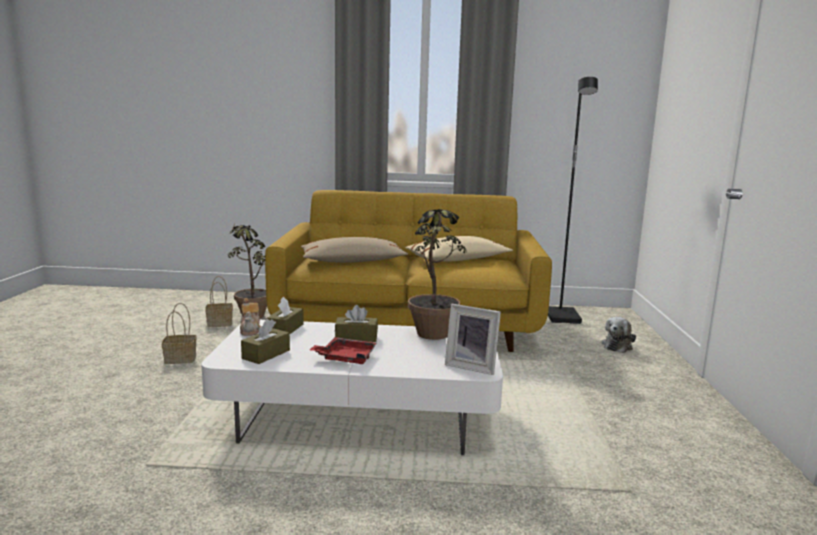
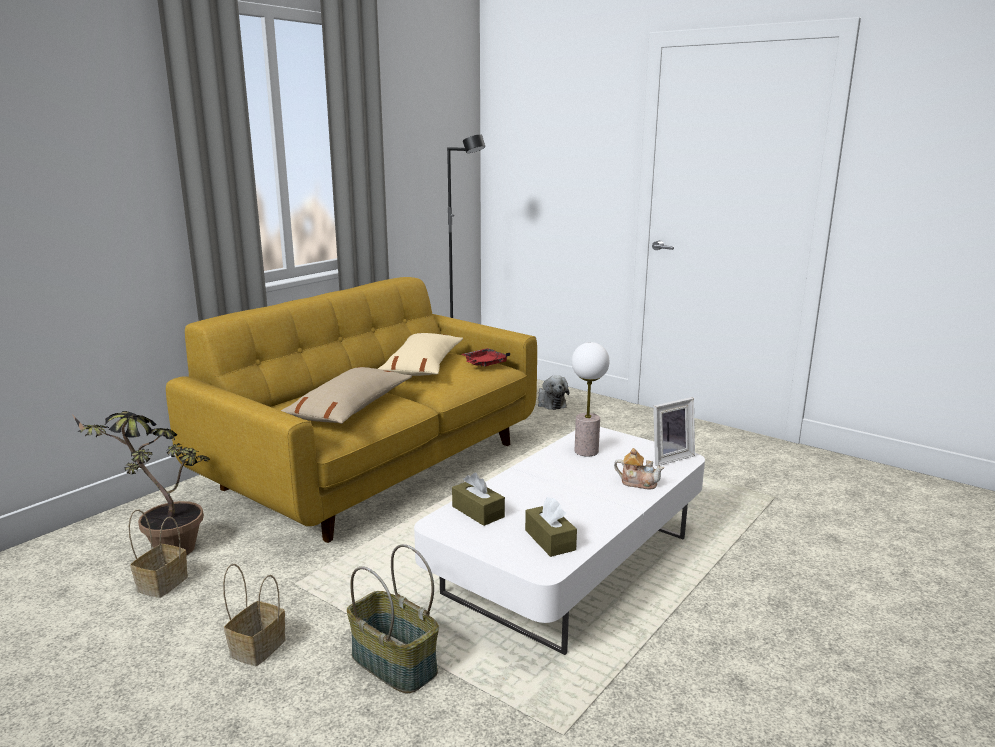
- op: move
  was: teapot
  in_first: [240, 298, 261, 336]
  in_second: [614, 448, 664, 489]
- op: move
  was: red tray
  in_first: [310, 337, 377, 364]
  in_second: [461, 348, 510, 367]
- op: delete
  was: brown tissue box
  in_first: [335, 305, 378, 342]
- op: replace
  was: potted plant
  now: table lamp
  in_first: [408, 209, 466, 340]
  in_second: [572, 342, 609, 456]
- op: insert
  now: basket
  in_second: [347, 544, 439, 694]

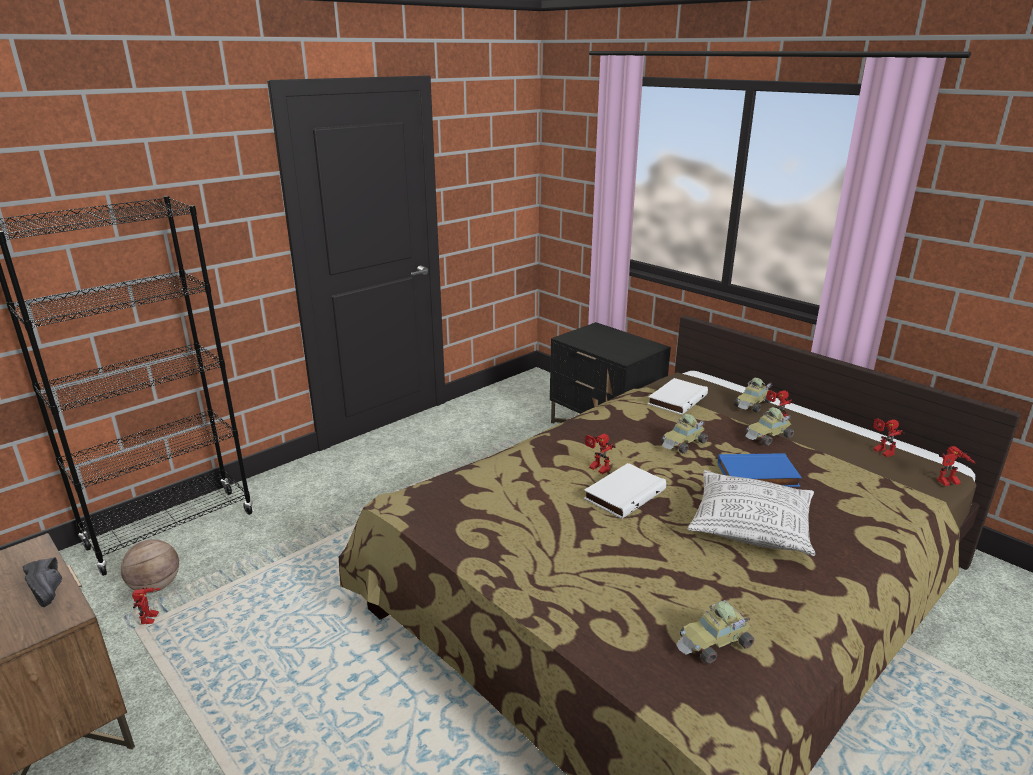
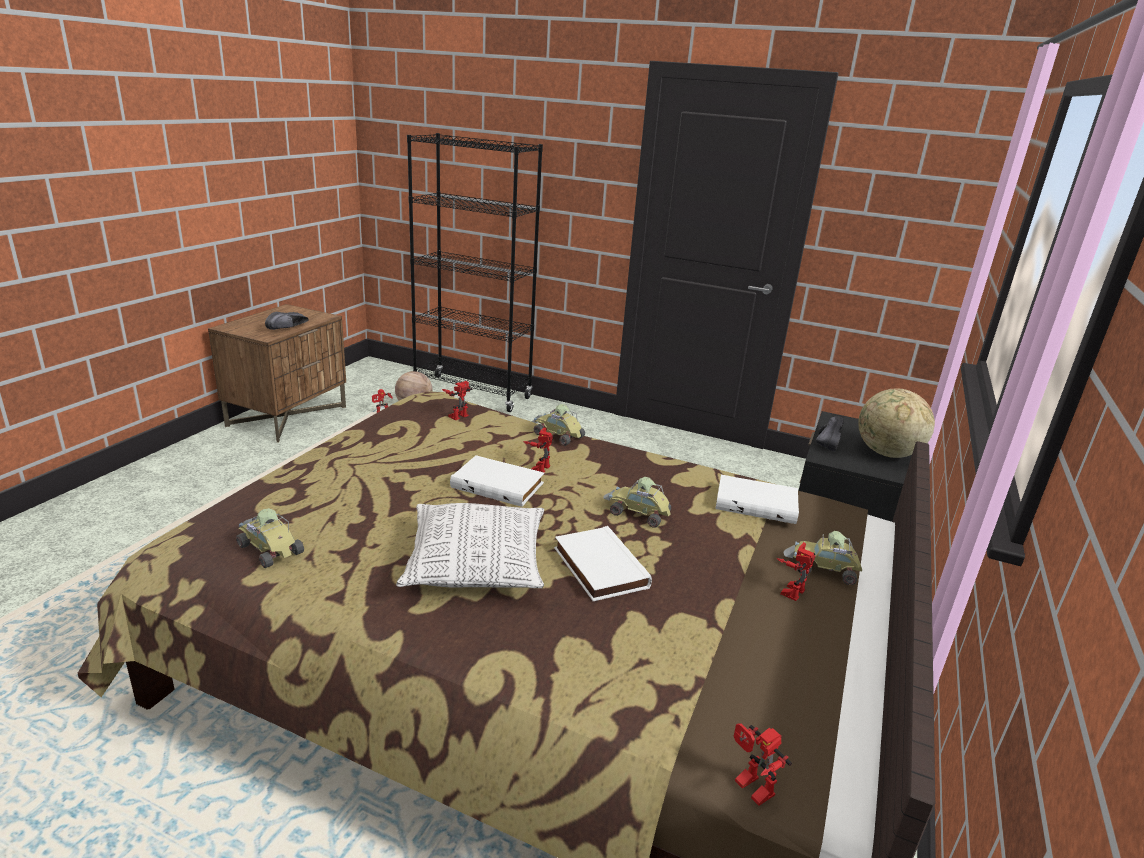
- op: recolor
  was: blue book
  now: white book
  in_first: [718, 454, 802, 487]
  in_second: [554, 526, 652, 601]
- op: move
  was: toy car
  in_first: [745, 407, 794, 446]
  in_second: [531, 404, 585, 446]
- op: move
  was: toy robot
  in_first: [873, 418, 904, 457]
  in_second: [442, 381, 473, 420]
- op: insert
  now: black shoe
  in_second: [815, 416, 844, 452]
- op: insert
  now: globe
  in_second: [858, 388, 935, 458]

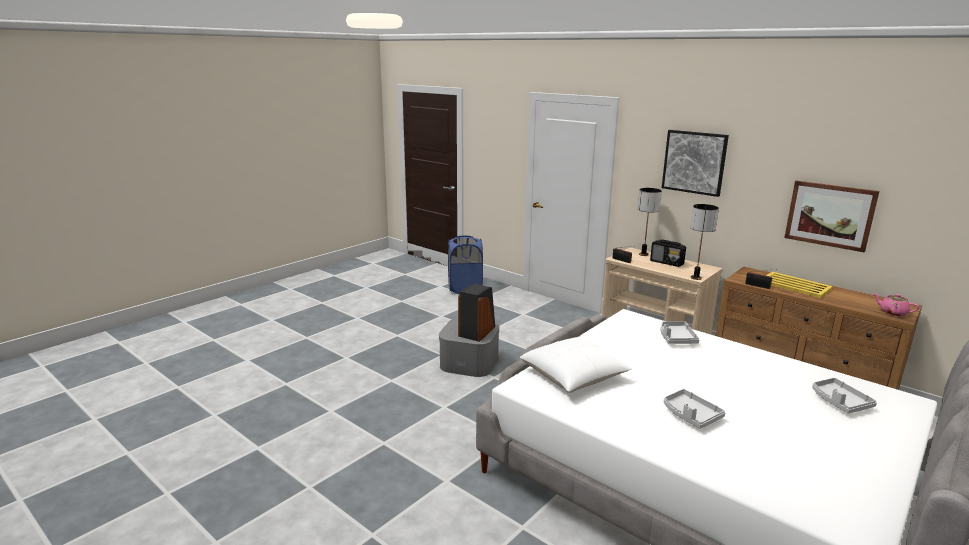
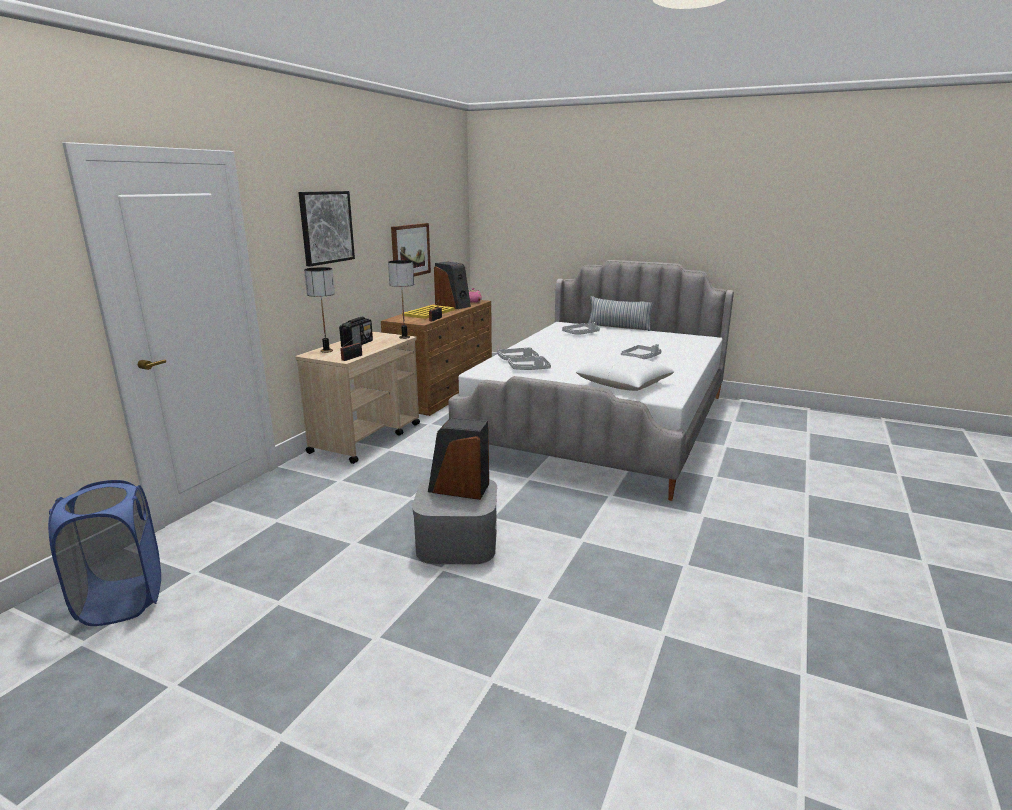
- op: insert
  now: speaker
  in_second: [434, 262, 471, 309]
- op: insert
  now: grey tray
  in_second: [508, 356, 551, 370]
- op: insert
  now: pillow
  in_second: [588, 296, 654, 331]

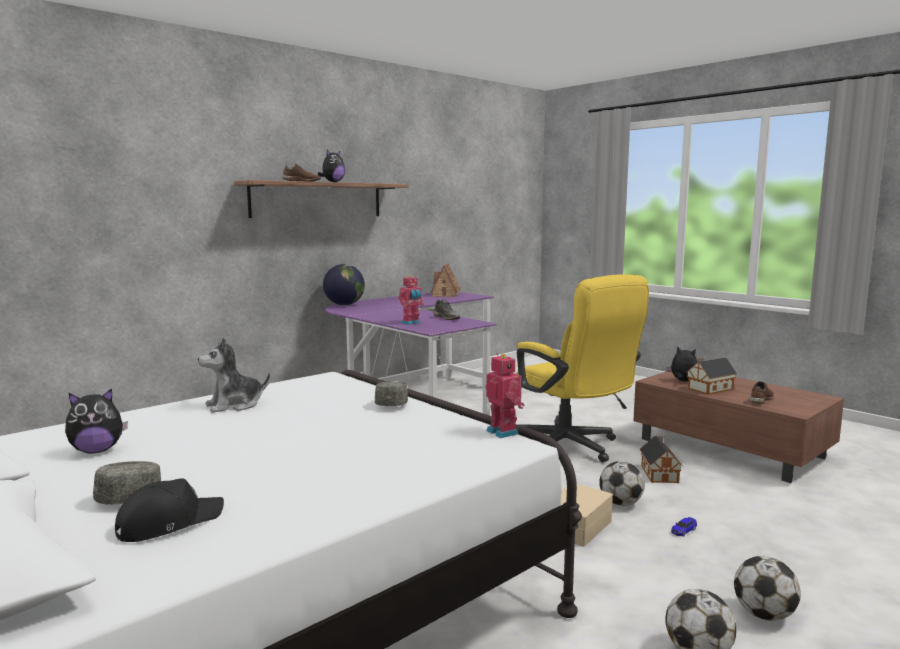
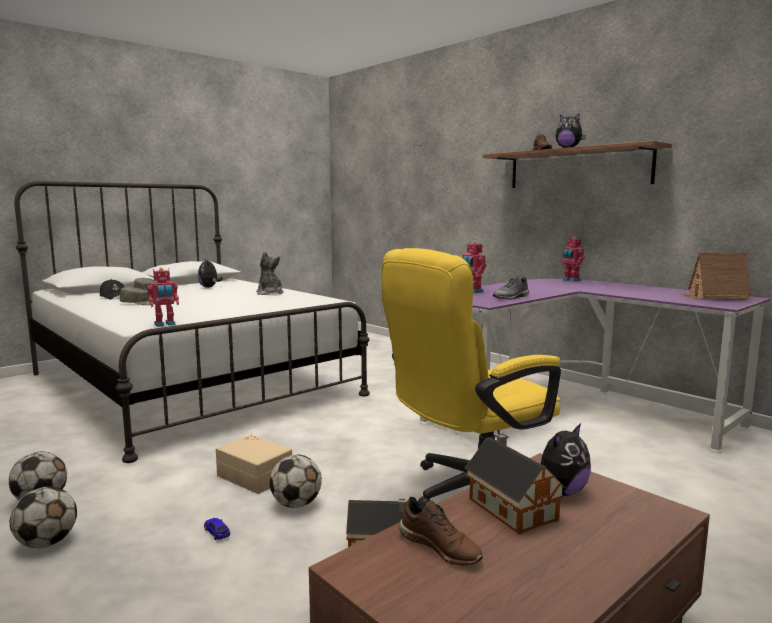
- op: replace
  was: globe
  now: toy robot
  in_first: [323, 264, 365, 305]
  in_second: [560, 236, 585, 282]
- op: move
  was: grey cap
  in_first: [375, 381, 408, 406]
  in_second: [120, 287, 154, 305]

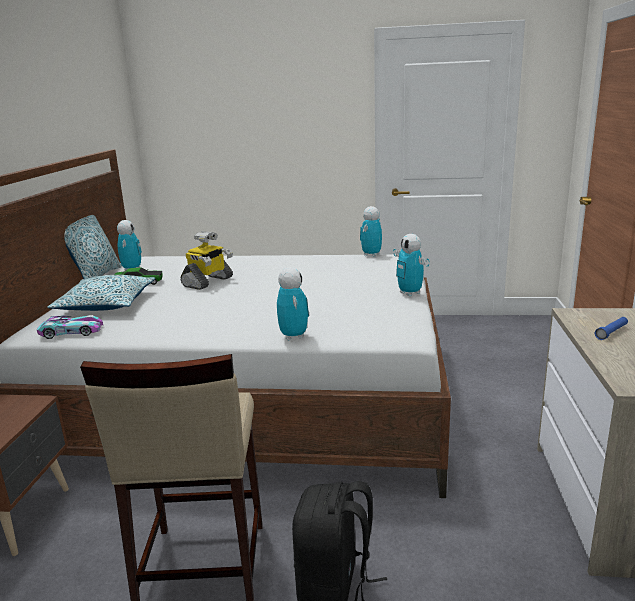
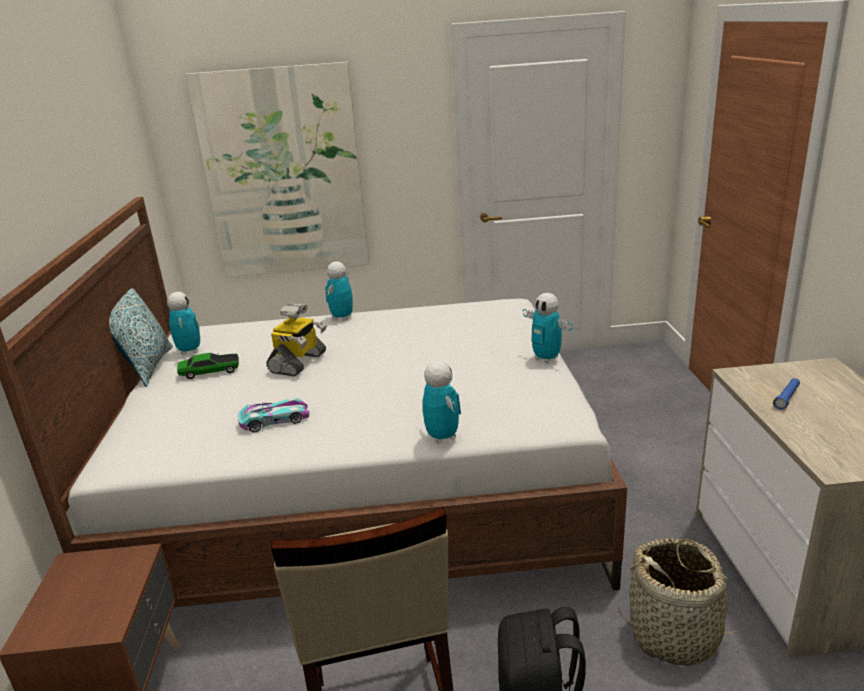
- op: move
  was: toy car
  in_first: [37, 315, 103, 339]
  in_second: [238, 398, 310, 433]
- op: delete
  was: pillow
  in_first: [48, 275, 155, 311]
- op: move
  was: toy robot
  in_first: [360, 206, 382, 257]
  in_second: [325, 261, 353, 321]
- op: insert
  now: picture
  in_second: [185, 62, 369, 277]
- op: insert
  now: basket
  in_second: [618, 538, 752, 666]

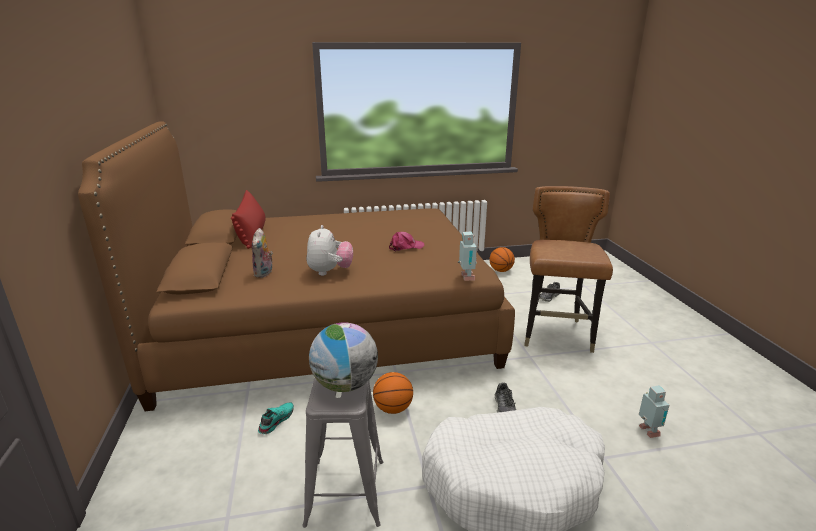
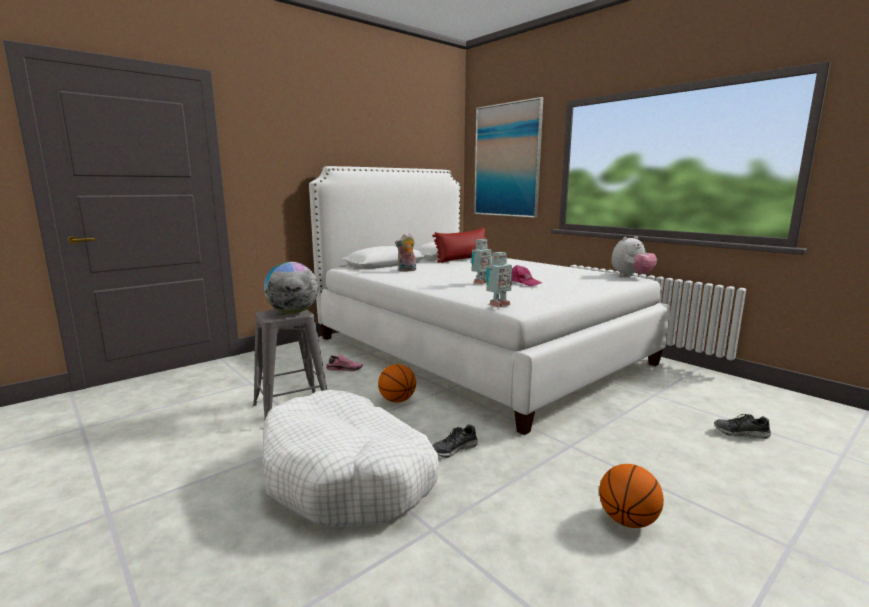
- op: recolor
  was: brown bed
  now: white bed
  in_first: [78, 121, 515, 411]
  in_second: [309, 166, 670, 435]
- op: recolor
  was: turquoise shoe
  now: pink shoe
  in_first: [258, 402, 294, 434]
  in_second: [326, 354, 363, 371]
- op: move
  was: plush toy
  in_first: [307, 225, 353, 276]
  in_second: [611, 236, 657, 277]
- op: move
  was: basketball
  in_first: [489, 247, 515, 272]
  in_second: [599, 464, 664, 528]
- op: delete
  was: brown chair
  in_first: [524, 186, 613, 353]
- op: move
  was: toy robot
  in_first: [639, 385, 669, 438]
  in_second: [471, 239, 492, 284]
- op: insert
  now: picture
  in_second: [474, 97, 543, 218]

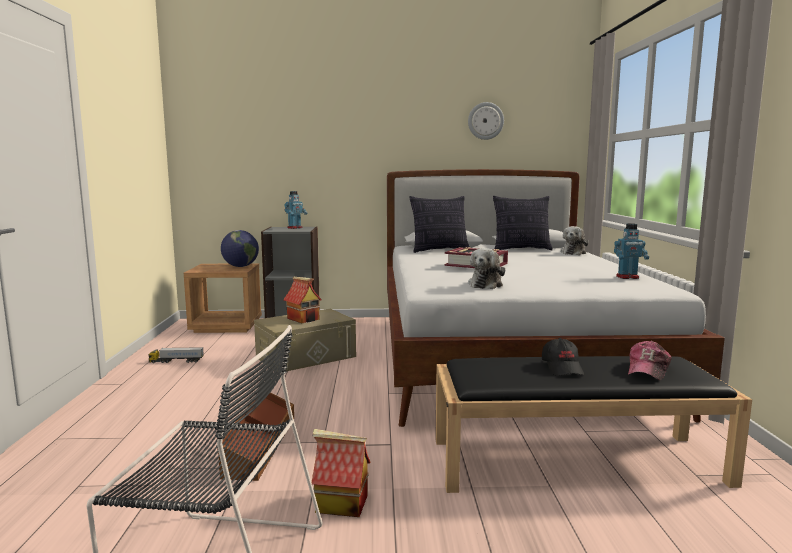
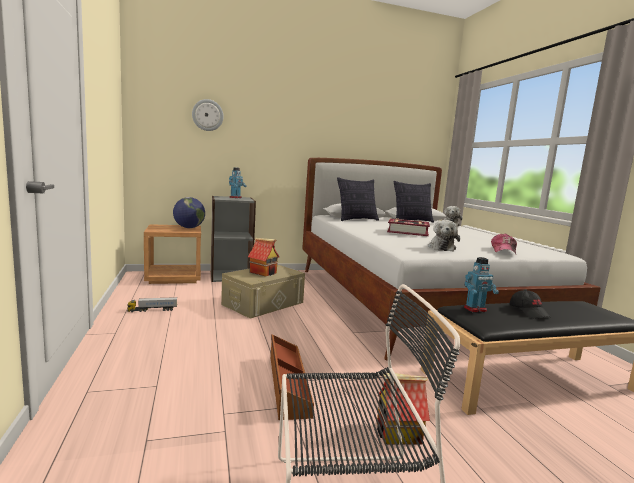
- op: move
  was: wall clock
  in_first: [468, 102, 504, 140]
  in_second: [192, 99, 224, 131]
- op: move
  was: toy robot
  in_first: [614, 224, 649, 279]
  in_second: [464, 257, 499, 313]
- op: move
  was: cap
  in_first: [628, 341, 672, 381]
  in_second: [491, 233, 517, 254]

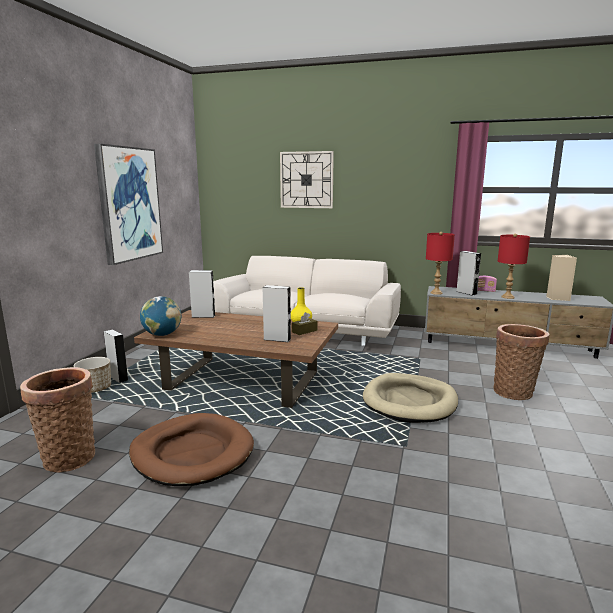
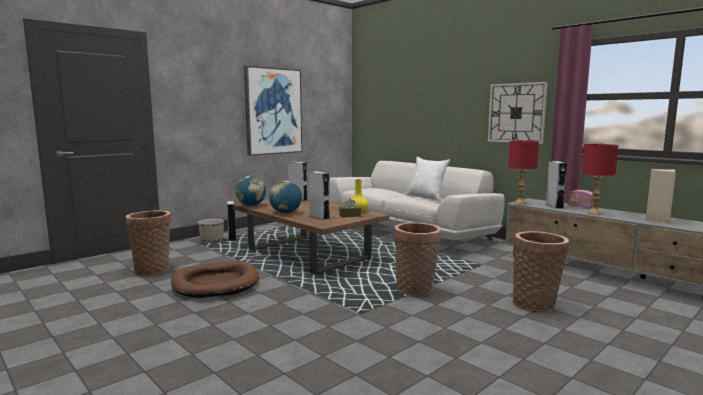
- op: move
  was: wall clock
  in_first: [280, 151, 334, 208]
  in_second: [488, 82, 548, 144]
- op: replace
  was: beige dog bed
  now: basket
  in_first: [363, 373, 458, 423]
  in_second: [394, 222, 441, 296]
- op: insert
  now: globe
  in_second: [269, 181, 302, 213]
- op: insert
  now: white pillow
  in_second: [406, 157, 450, 201]

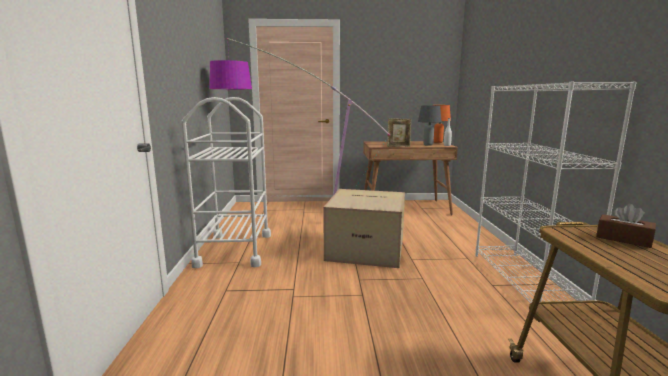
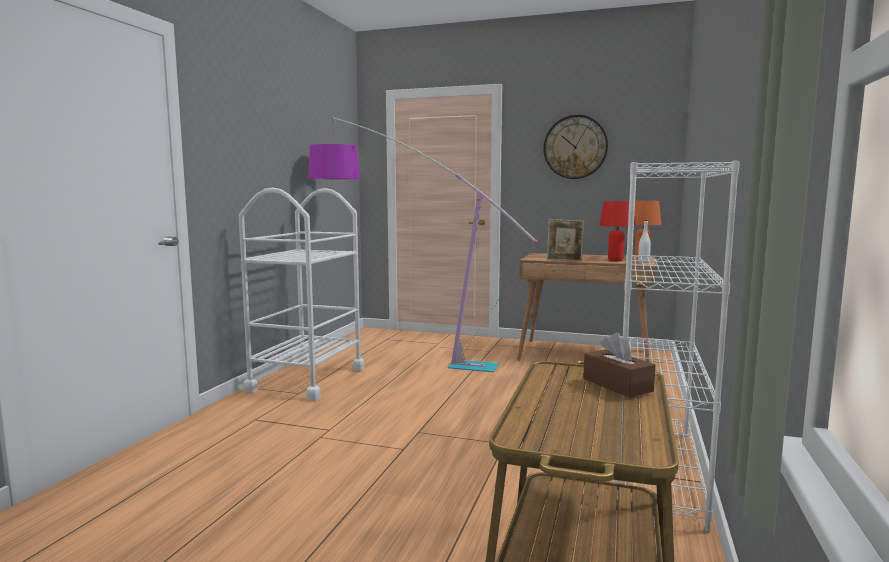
- op: delete
  was: cardboard box
  in_first: [323, 189, 405, 268]
- op: recolor
  was: grey table lamp
  now: red table lamp
  in_first: [418, 105, 442, 146]
  in_second: [599, 201, 635, 261]
- op: insert
  now: wall clock
  in_second: [544, 115, 608, 179]

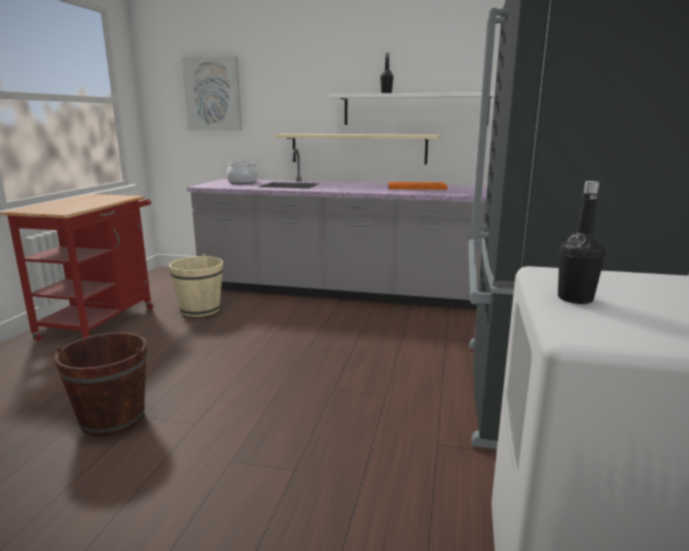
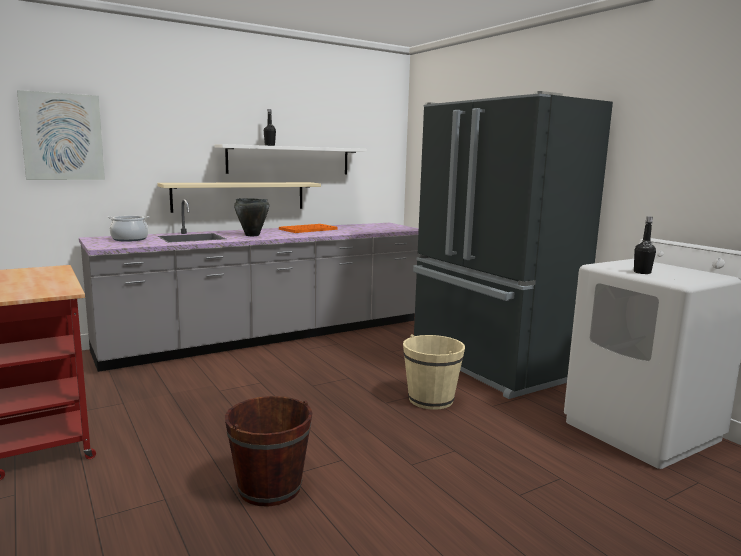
- op: move
  was: beige bucket
  in_first: [169, 254, 223, 317]
  in_second: [403, 334, 465, 410]
- op: insert
  now: black cooking pot
  in_second: [234, 198, 269, 236]

